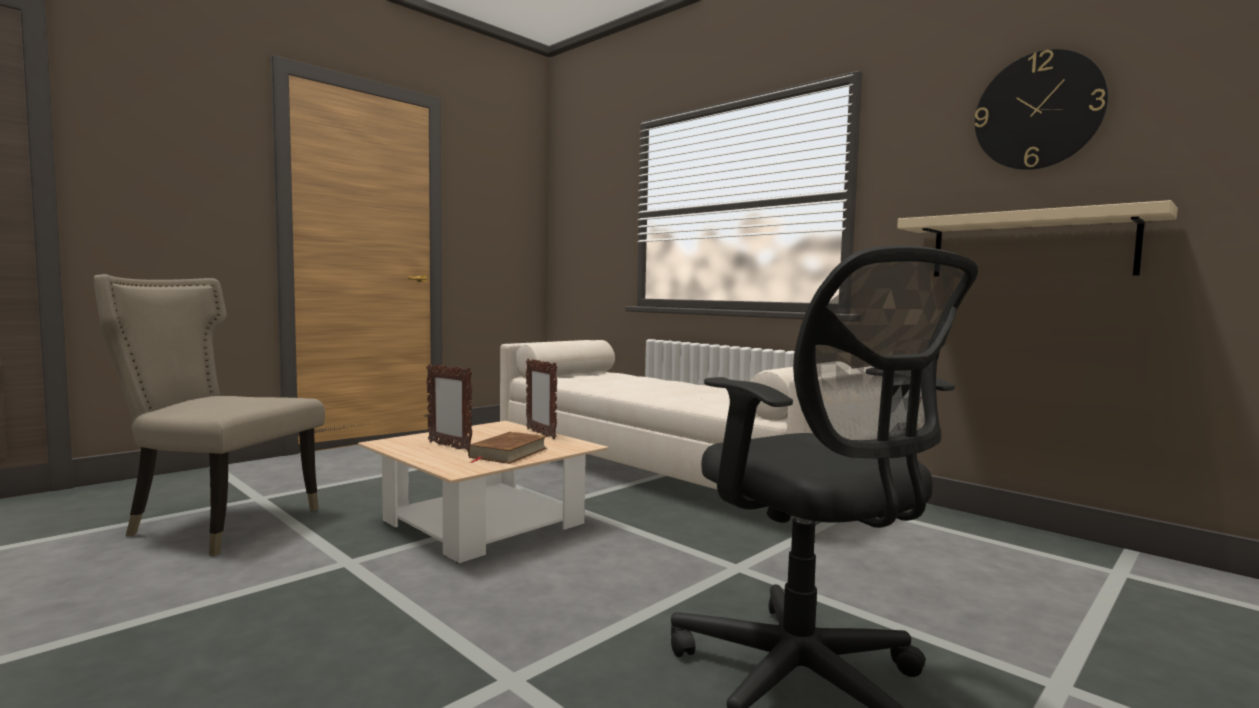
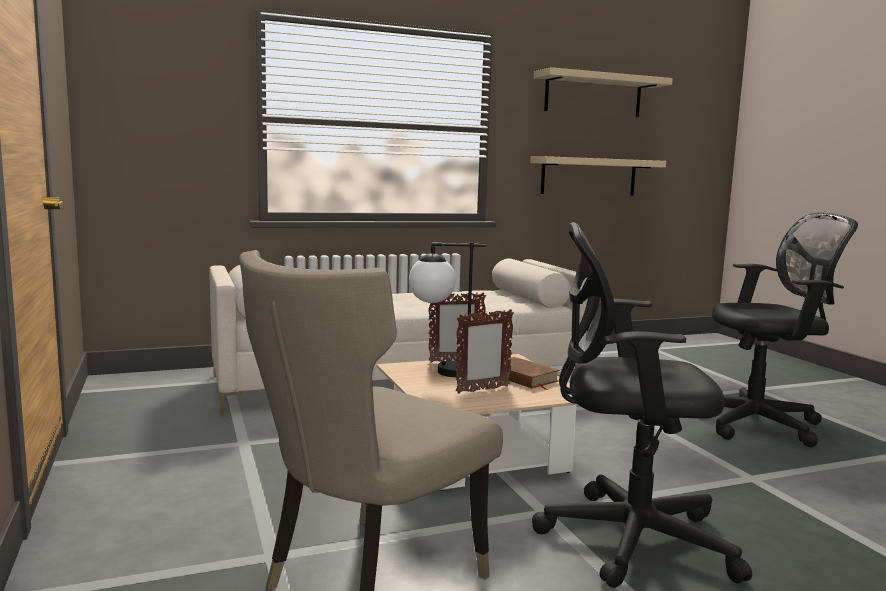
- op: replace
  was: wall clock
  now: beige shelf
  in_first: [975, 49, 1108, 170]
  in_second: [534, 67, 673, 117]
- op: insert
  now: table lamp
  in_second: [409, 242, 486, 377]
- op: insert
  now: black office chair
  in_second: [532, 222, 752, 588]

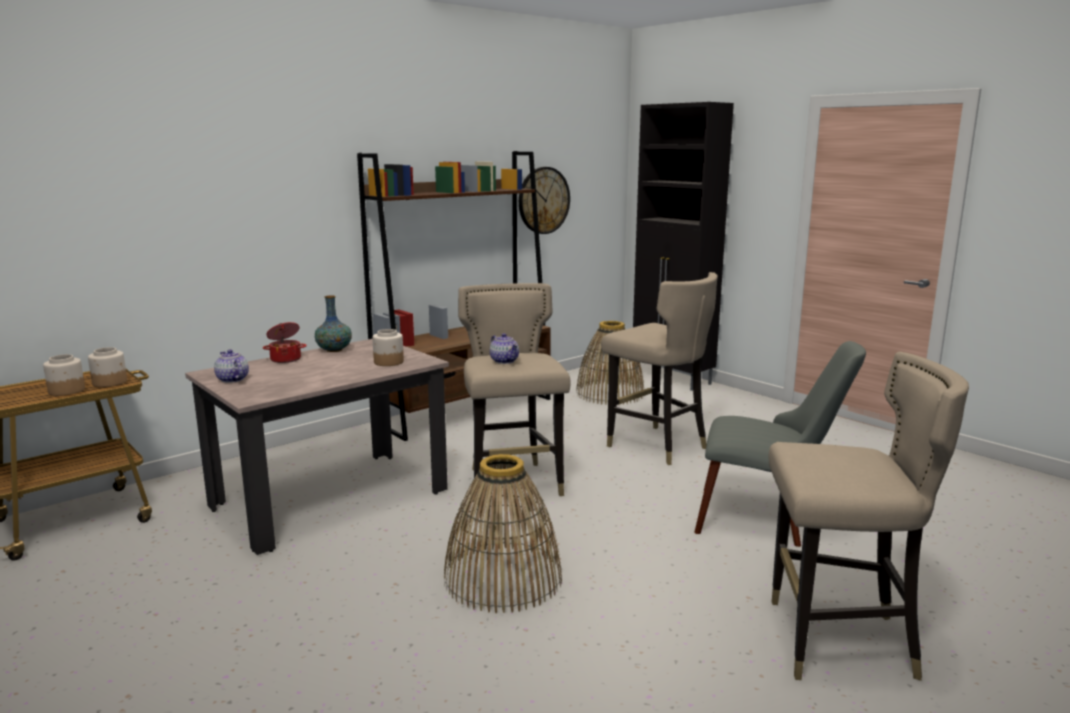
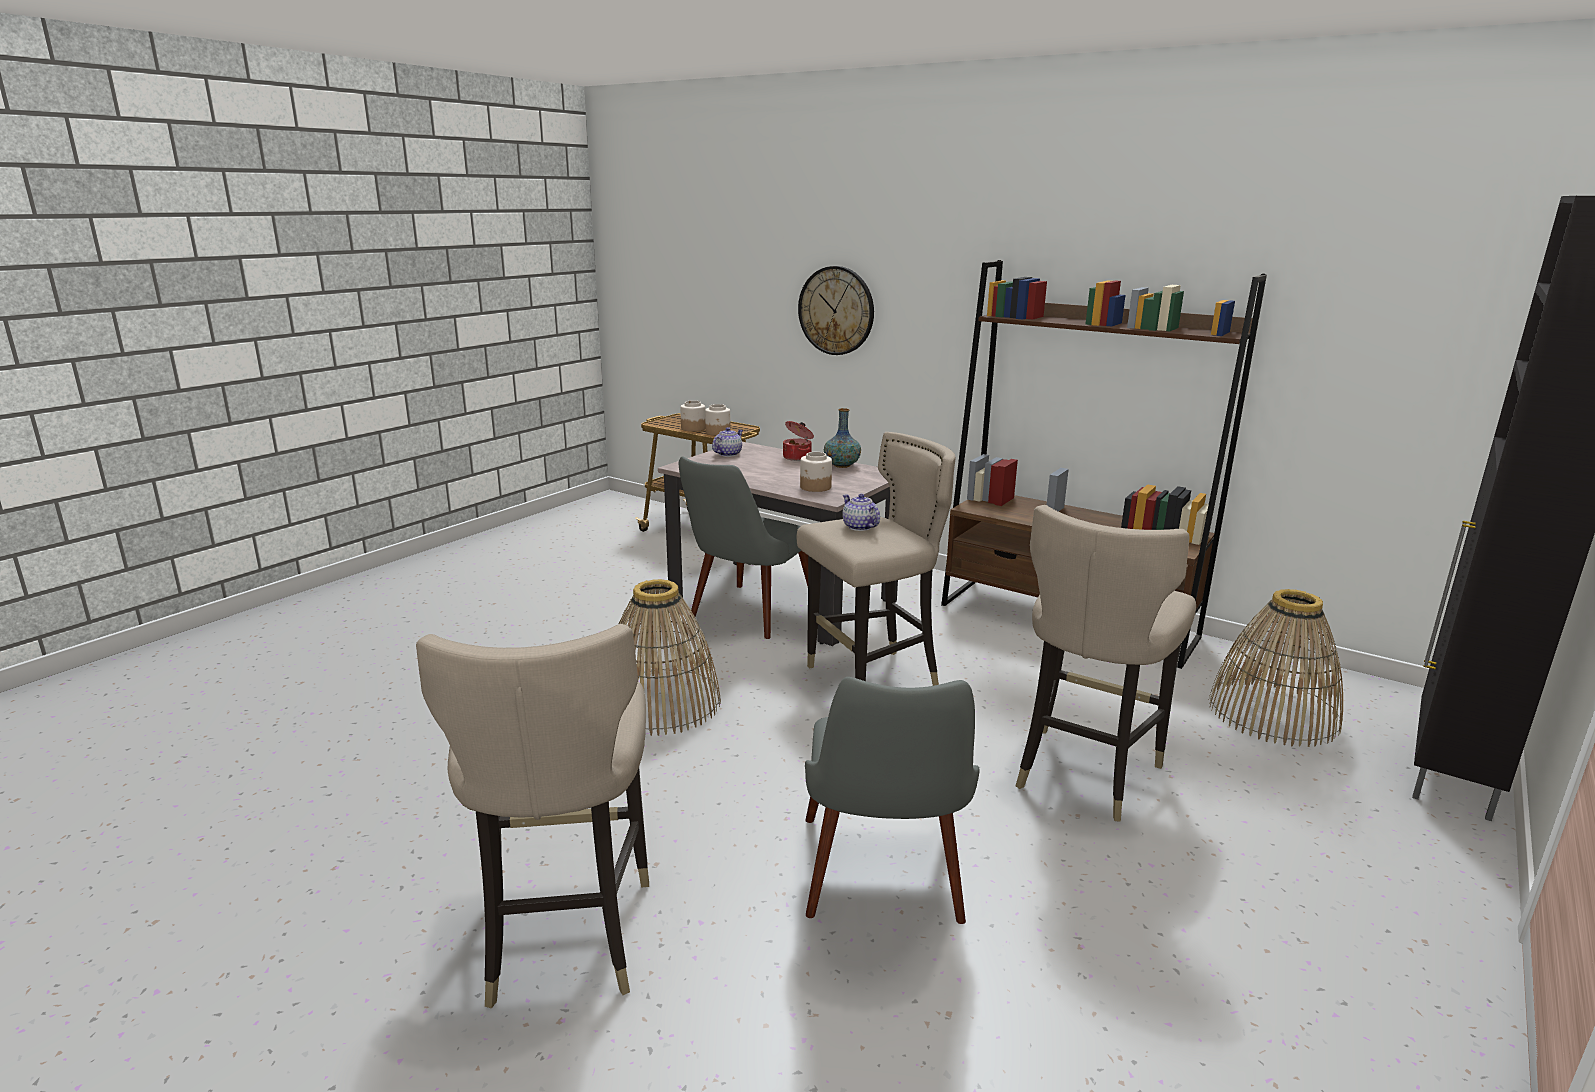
- op: rotate
  was: teapot
  in_first: [490, 333, 519, 364]
  in_second: [842, 494, 880, 531]
  clockwise: 105
- op: move
  was: wall clock
  in_first: [519, 167, 570, 234]
  in_second: [798, 266, 874, 355]
- op: insert
  now: grey chair
  in_second: [679, 456, 808, 639]

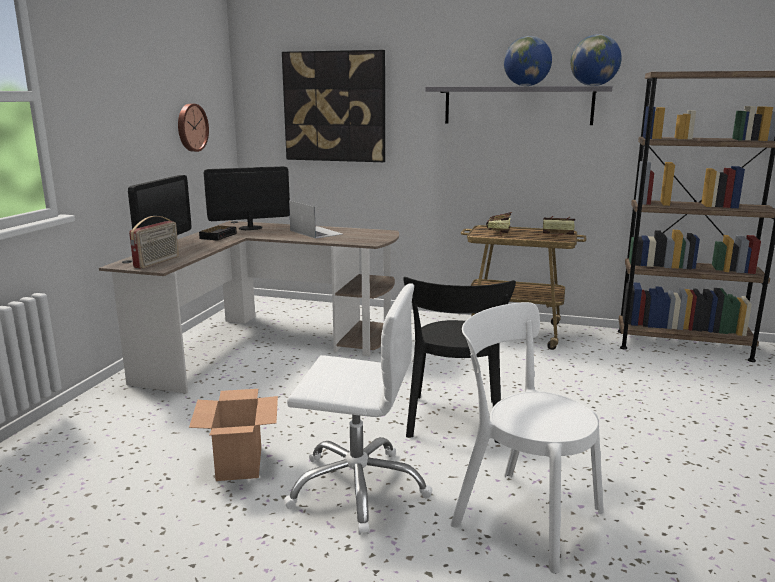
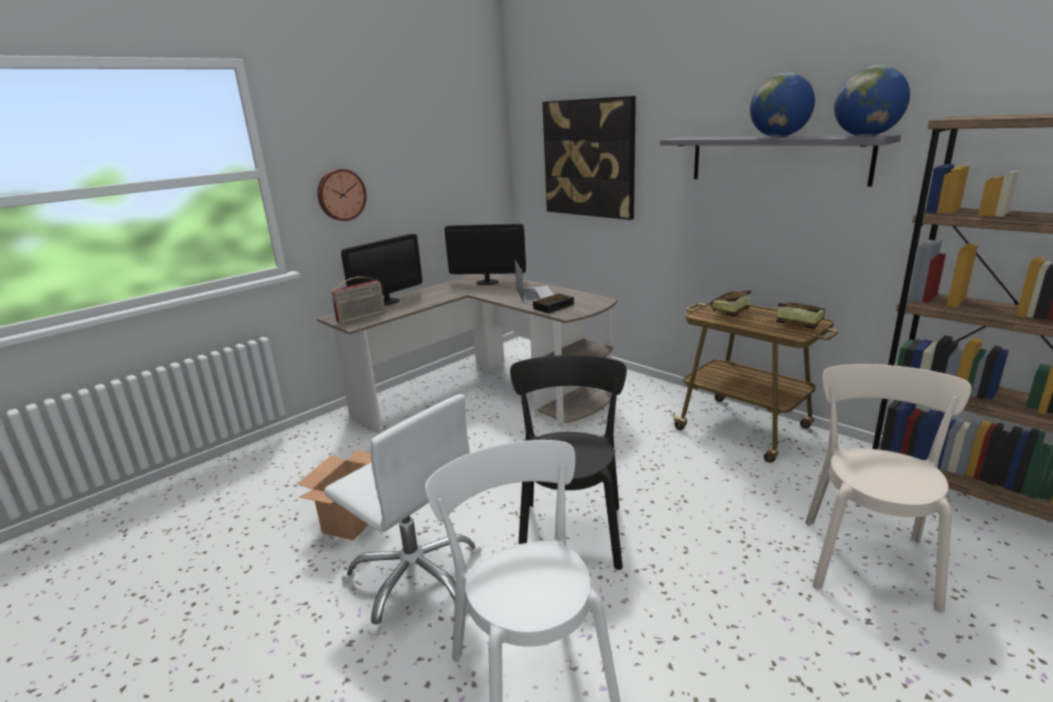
- op: move
  was: wall clock
  in_first: [178, 104, 209, 152]
  in_second: [317, 169, 367, 221]
- op: move
  was: alarm clock
  in_first: [199, 225, 237, 241]
  in_second: [533, 293, 574, 313]
- op: rotate
  was: black chair
  in_first: [403, 277, 516, 443]
  in_second: [510, 355, 627, 570]
  clockwise: 150
- op: insert
  now: beige chair
  in_second: [805, 364, 971, 613]

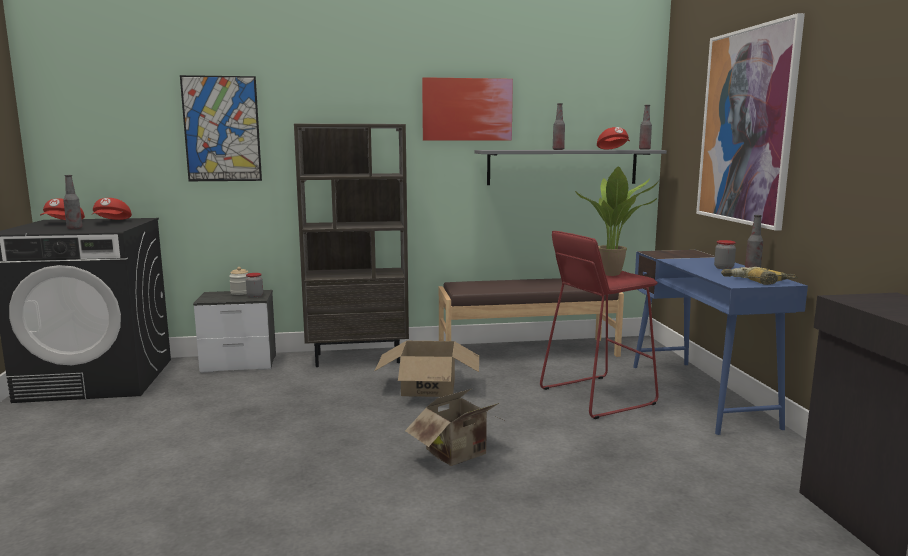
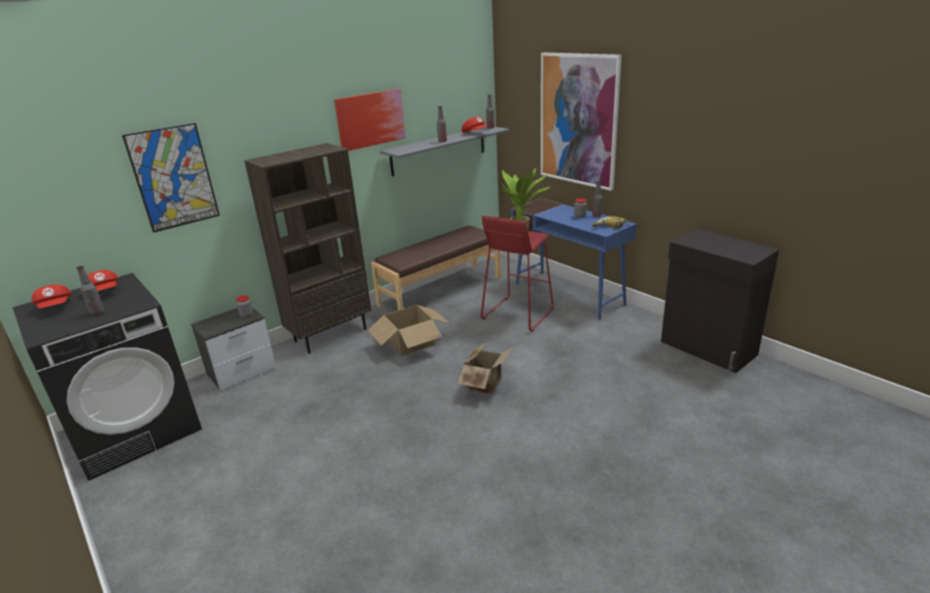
- op: delete
  was: jar
  in_first: [229, 267, 248, 295]

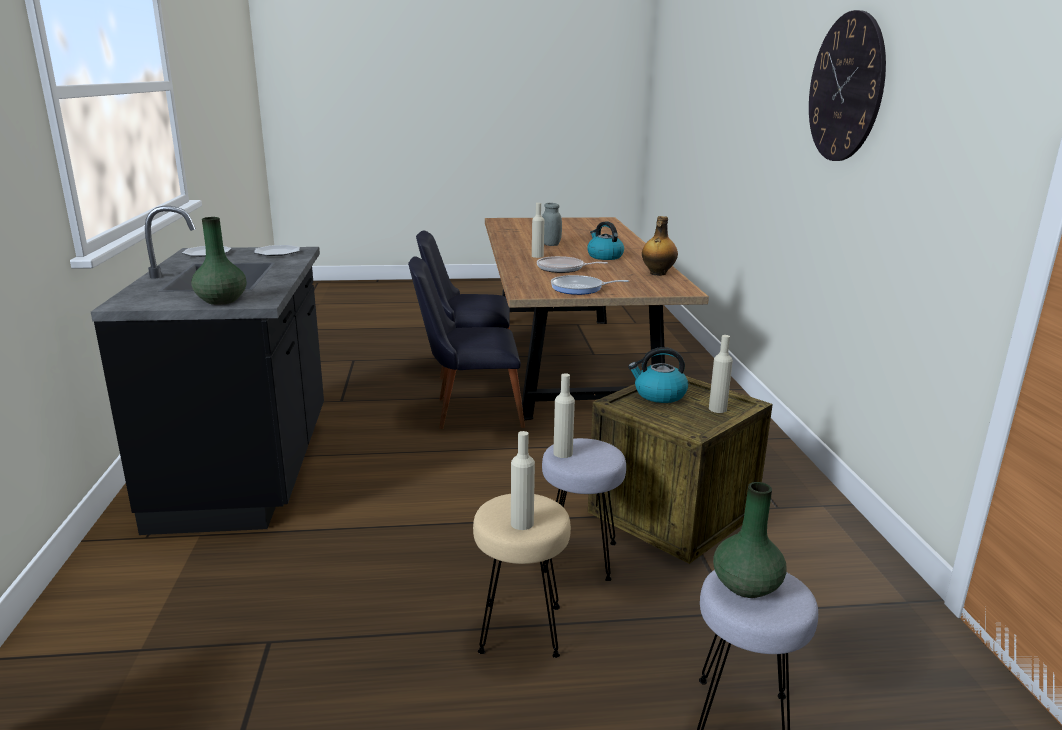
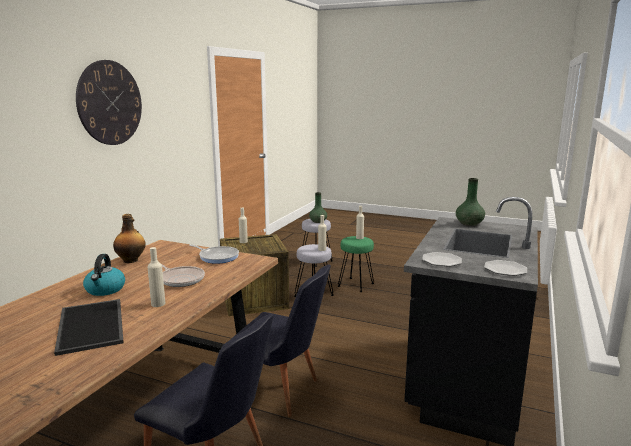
- op: recolor
  was: beige stool
  now: green stool
  in_first: [473, 494, 571, 658]
  in_second: [338, 236, 374, 292]
- op: replace
  was: grey jar
  now: tray
  in_first: [542, 203, 562, 246]
  in_second: [54, 299, 124, 356]
- op: delete
  was: kettle
  in_first: [628, 347, 688, 403]

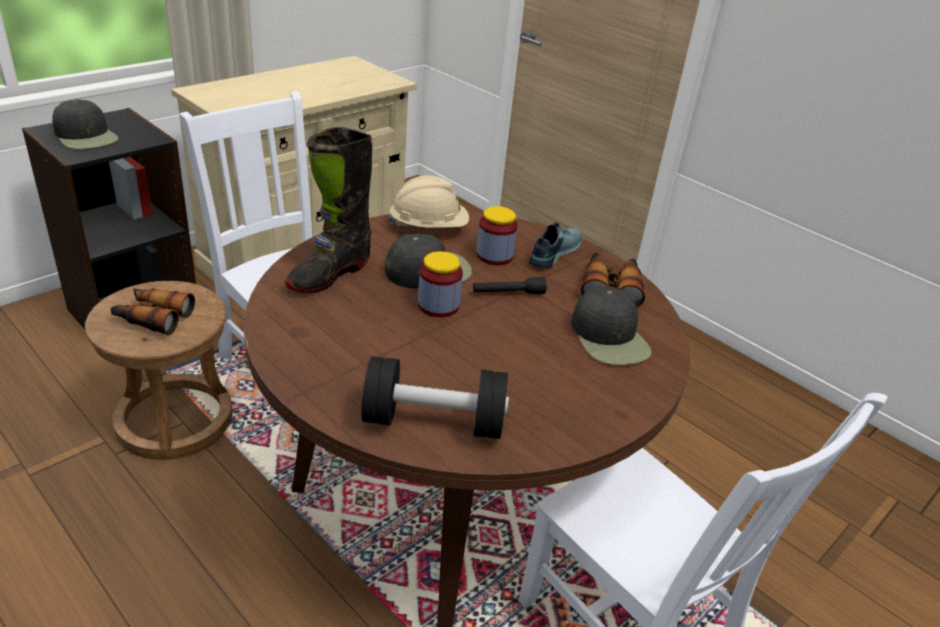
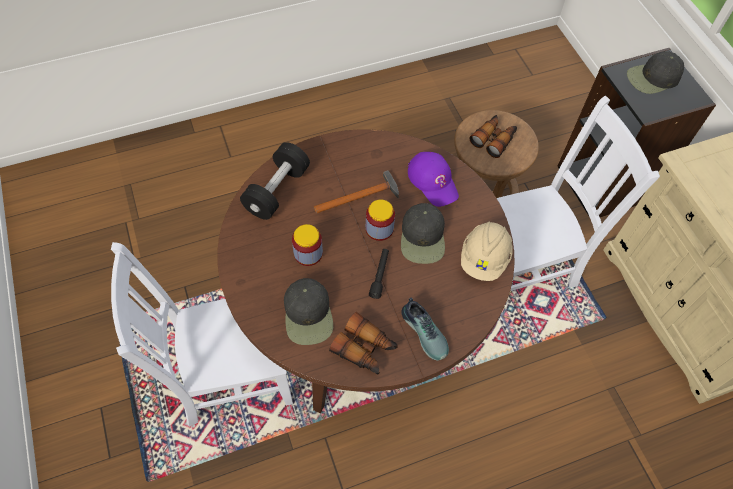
- op: replace
  was: black boot
  now: purple cap
  in_first: [284, 127, 372, 293]
  in_second: [408, 152, 459, 207]
- op: move
  was: jar
  in_first: [476, 206, 518, 265]
  in_second: [292, 224, 323, 266]
- op: rotate
  was: black cap
  in_first: [571, 286, 652, 365]
  in_second: [284, 278, 333, 345]
  clockwise: -105
- op: insert
  now: hammer
  in_second: [314, 170, 399, 213]

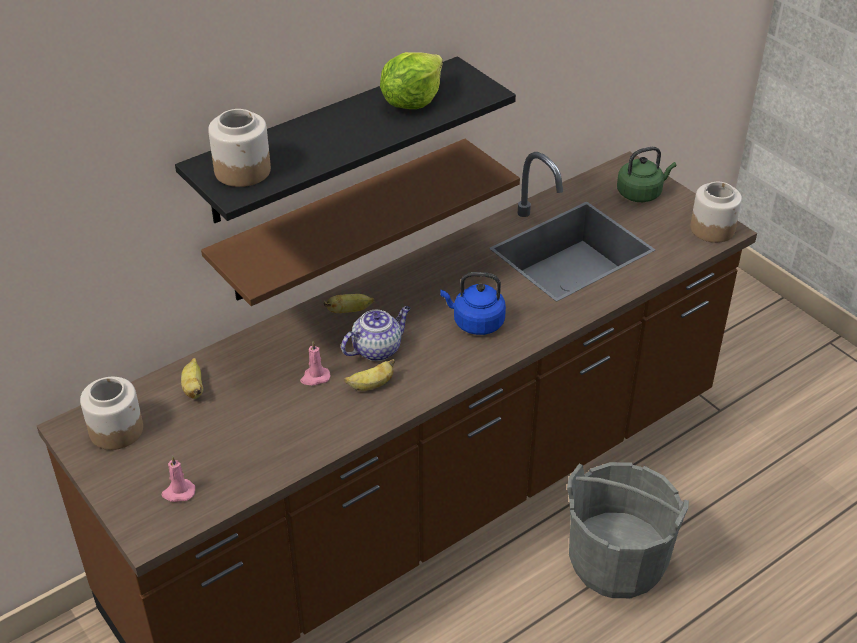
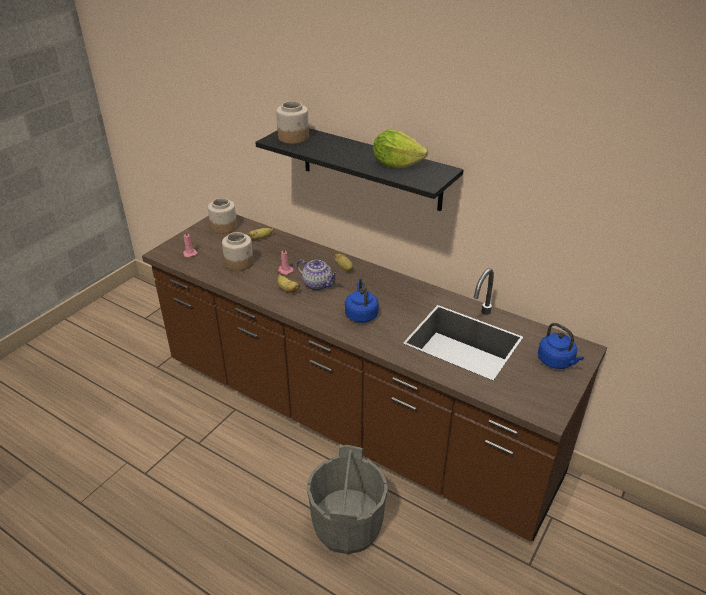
- op: delete
  was: brown shelf
  in_first: [201, 139, 520, 306]
- op: recolor
  was: green kettle
  now: blue kettle
  in_first: [617, 147, 676, 202]
  in_second: [538, 323, 584, 369]
- op: move
  was: jar
  in_first: [690, 182, 742, 243]
  in_second: [222, 232, 254, 271]

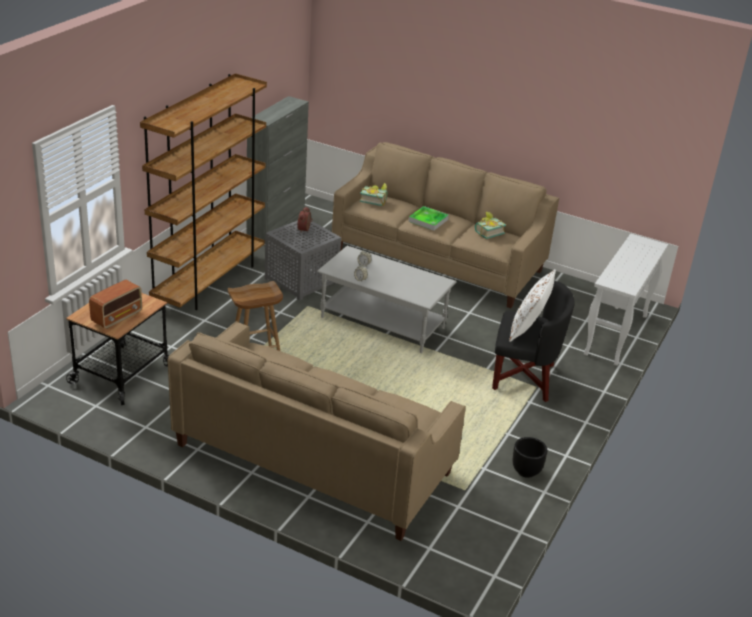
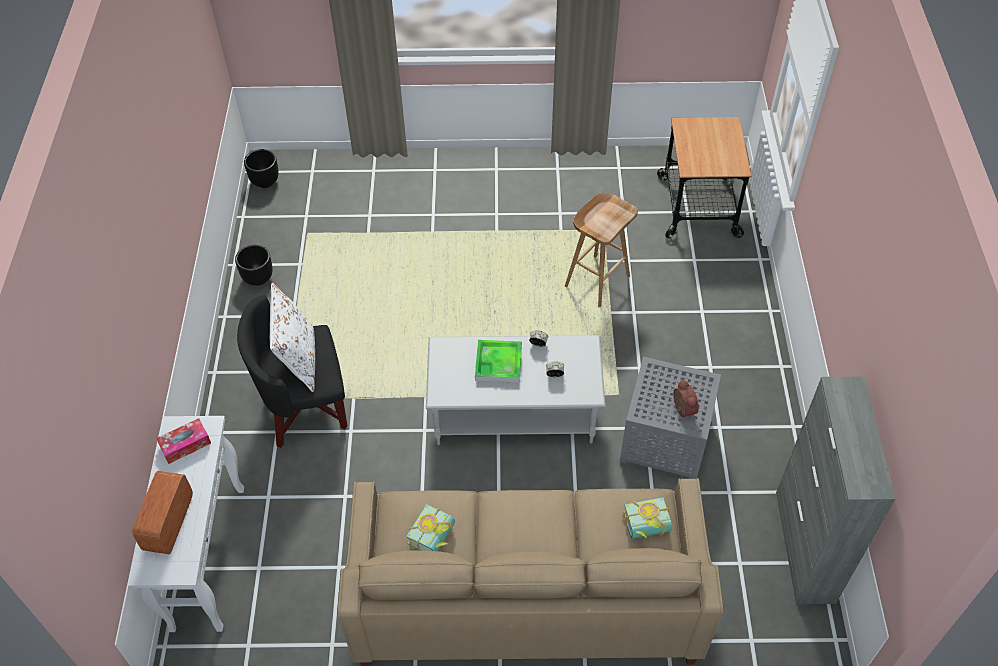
- op: move
  was: radio
  in_first: [89, 280, 142, 329]
  in_second: [132, 471, 193, 554]
- op: delete
  was: brown bookcase
  in_first: [140, 73, 267, 310]
- op: delete
  was: beige sofa
  in_first: [168, 321, 466, 541]
- op: move
  was: tray
  in_first: [409, 206, 449, 231]
  in_second: [475, 340, 522, 383]
- op: insert
  now: tissue box
  in_second: [156, 418, 211, 464]
- op: insert
  now: black planter
  in_second: [244, 149, 279, 188]

